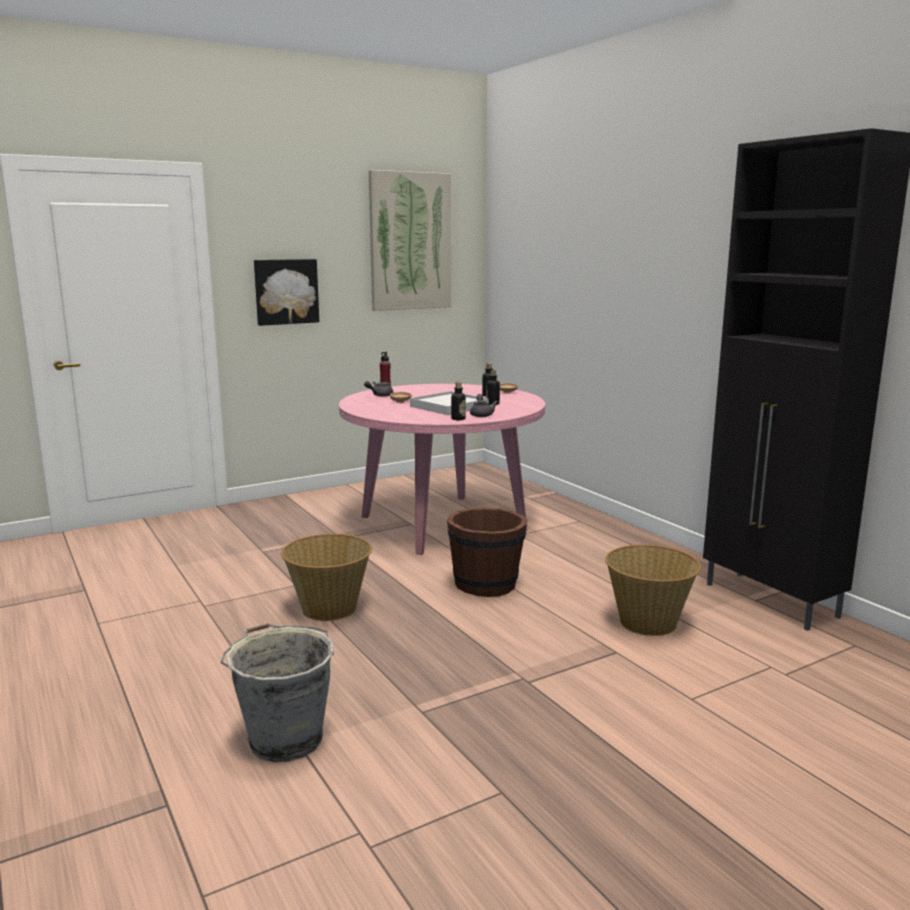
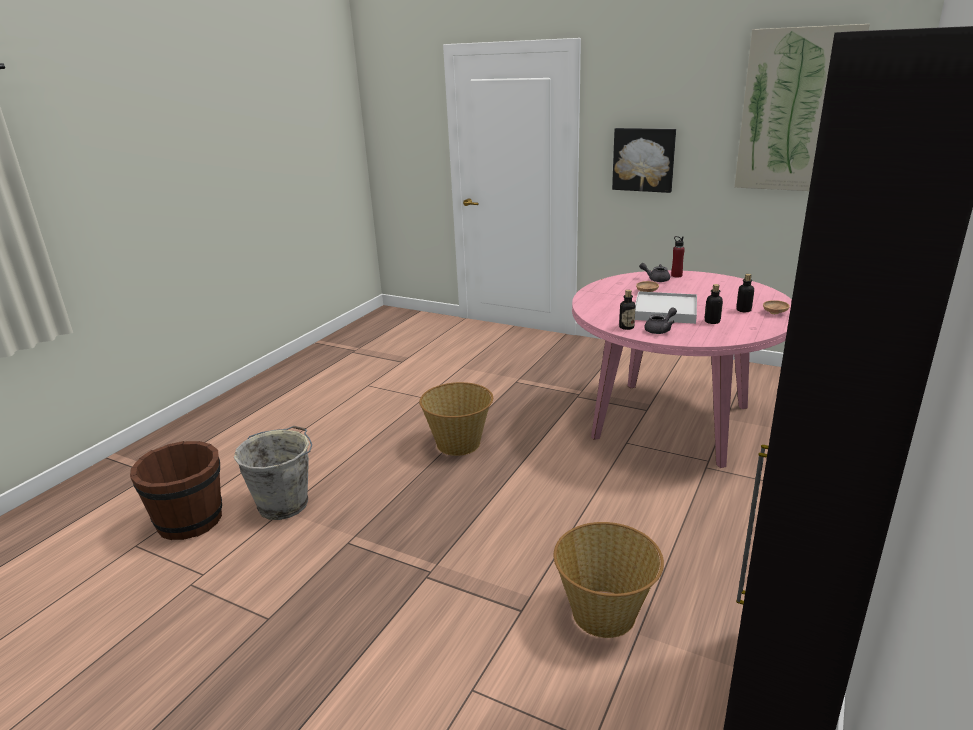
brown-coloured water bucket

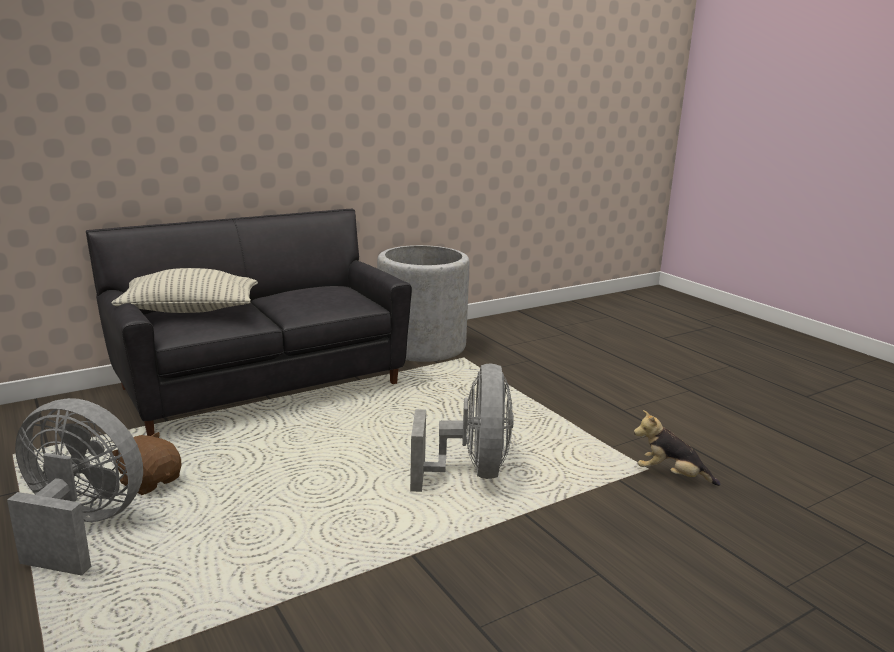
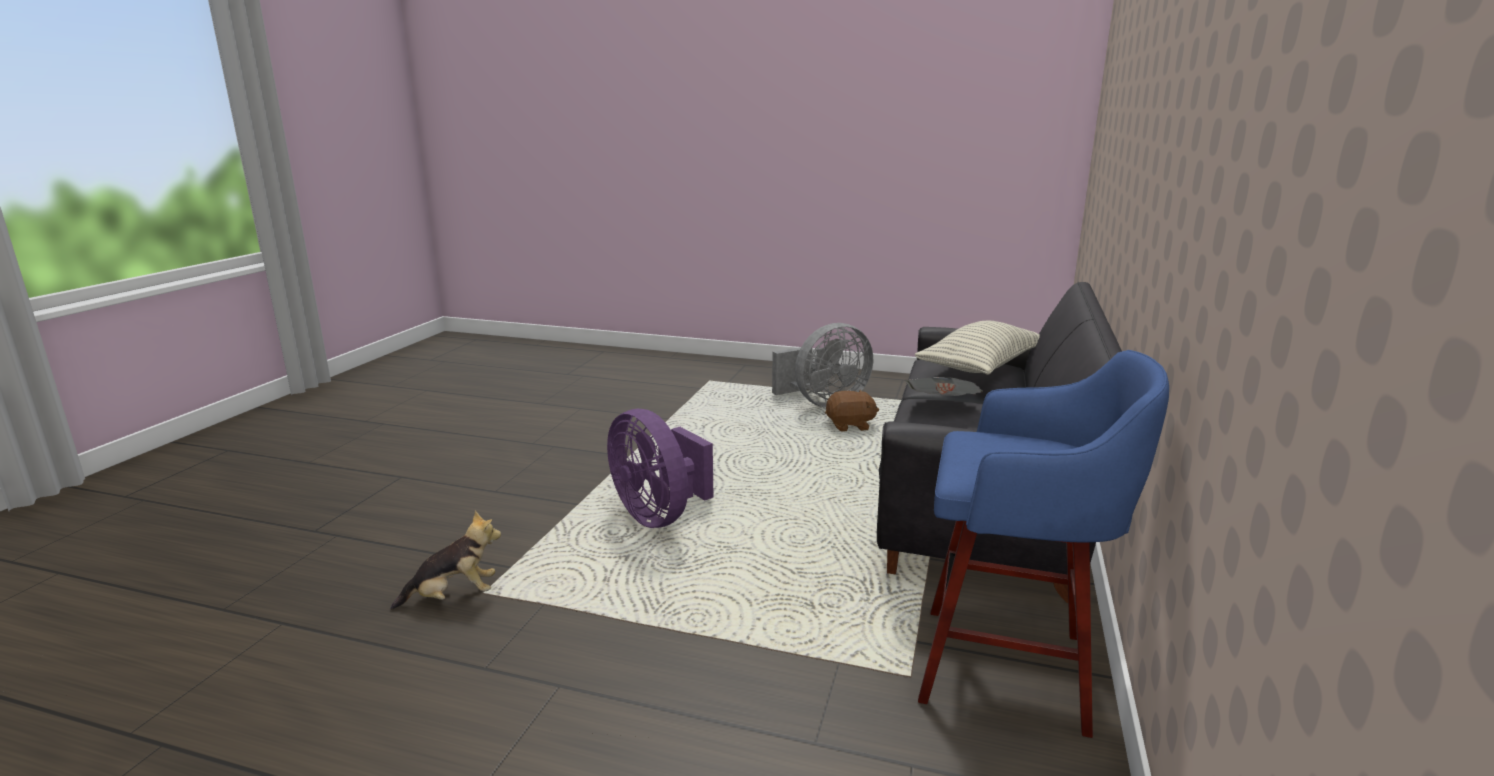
daily paper
blue stool
purplish cooling fan

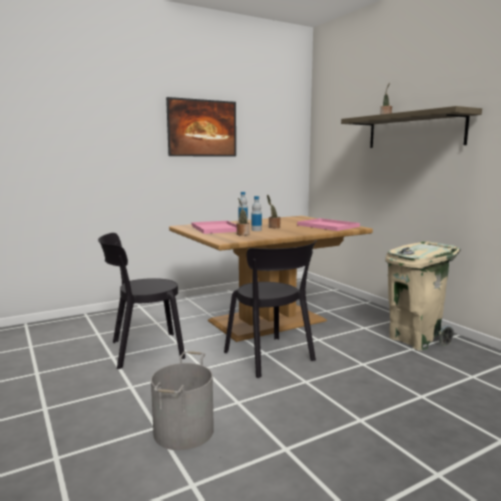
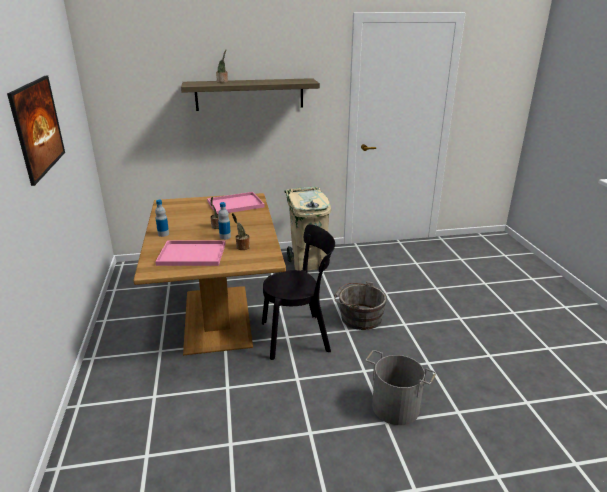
blackish chair (no. 1 from left in the first image)
greyish water bucket (no. 1 from left)

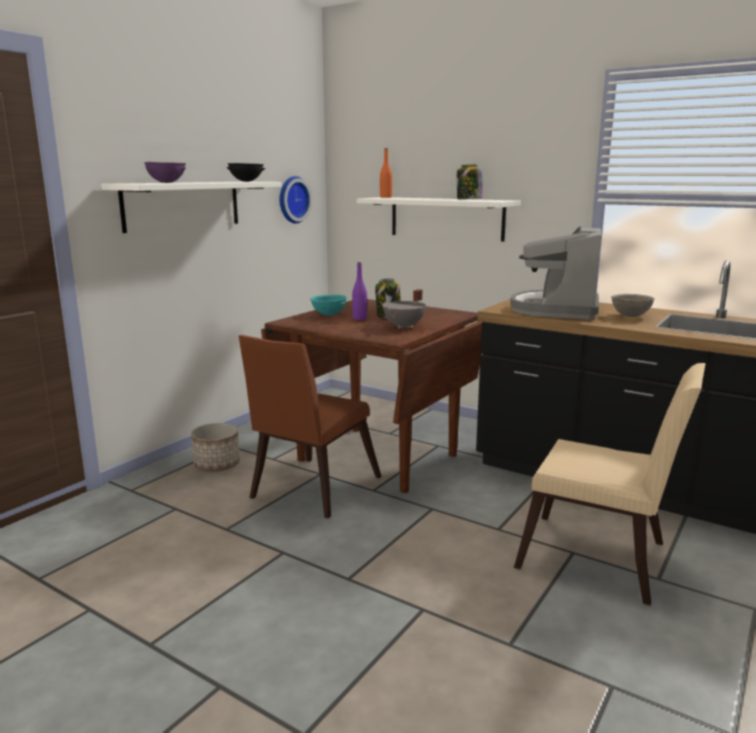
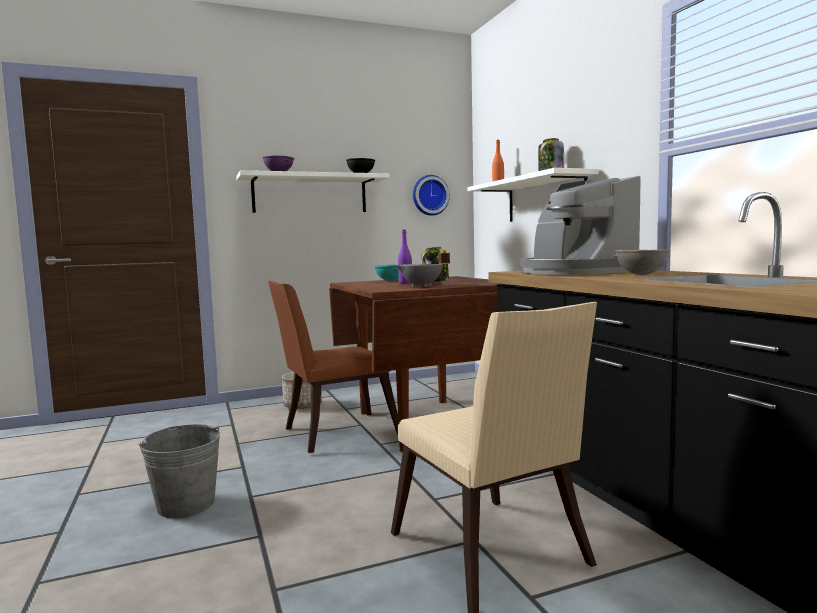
greyish water bucket
coffee brewer

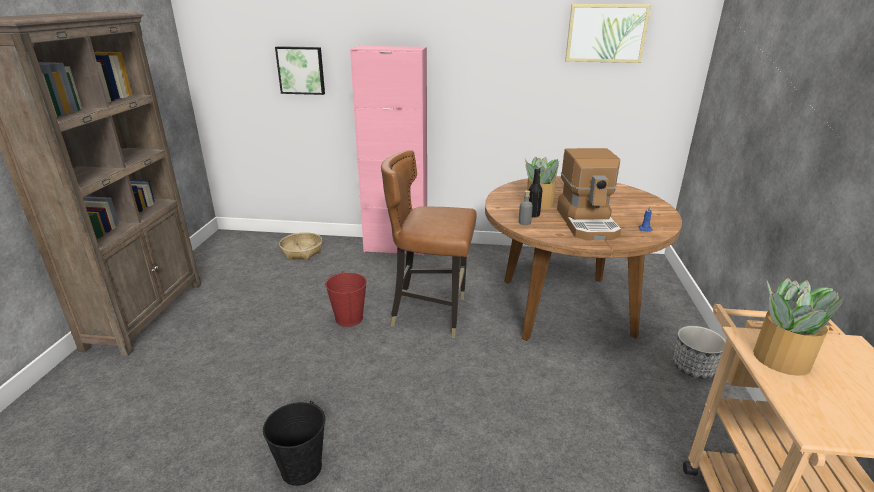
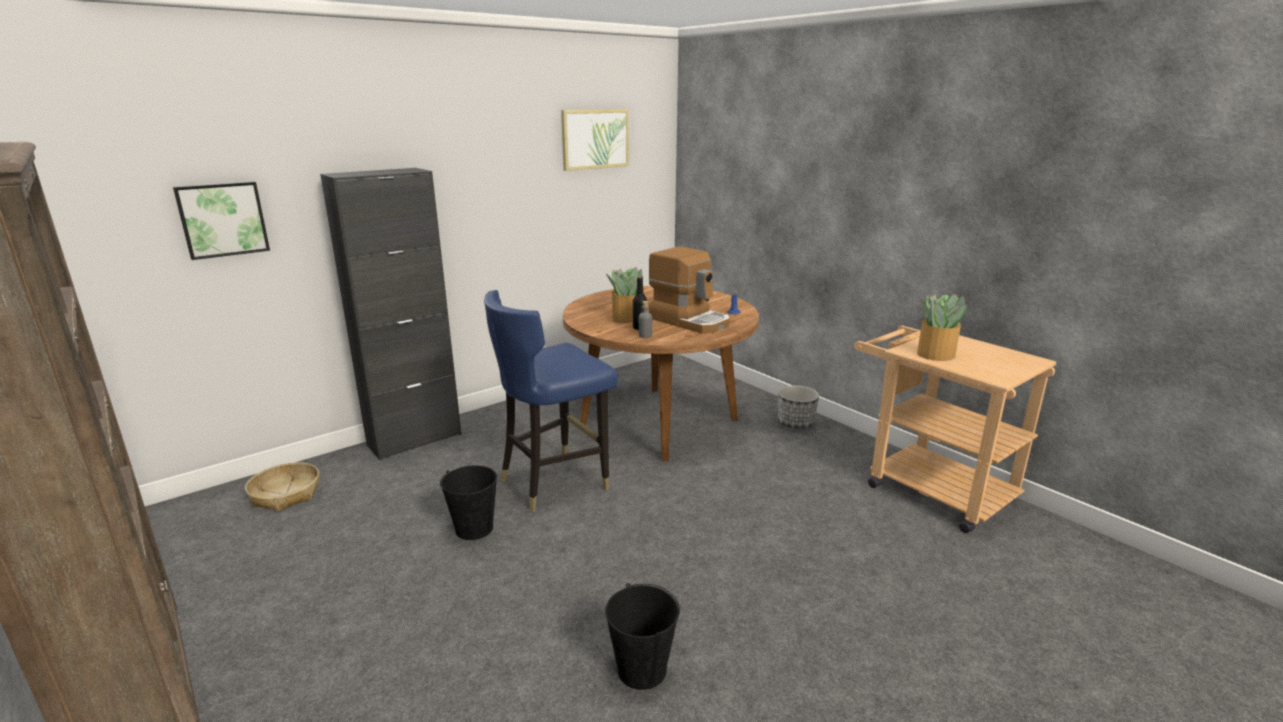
blackish water bucket (no. 1 from left)
blackish storage cabinet
blue chair

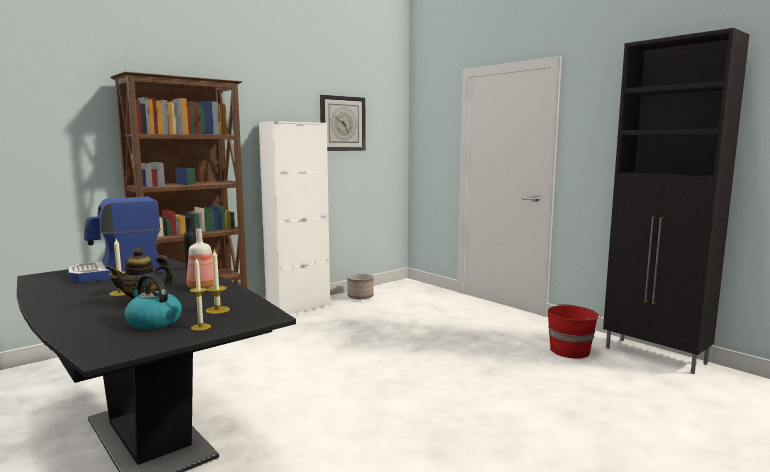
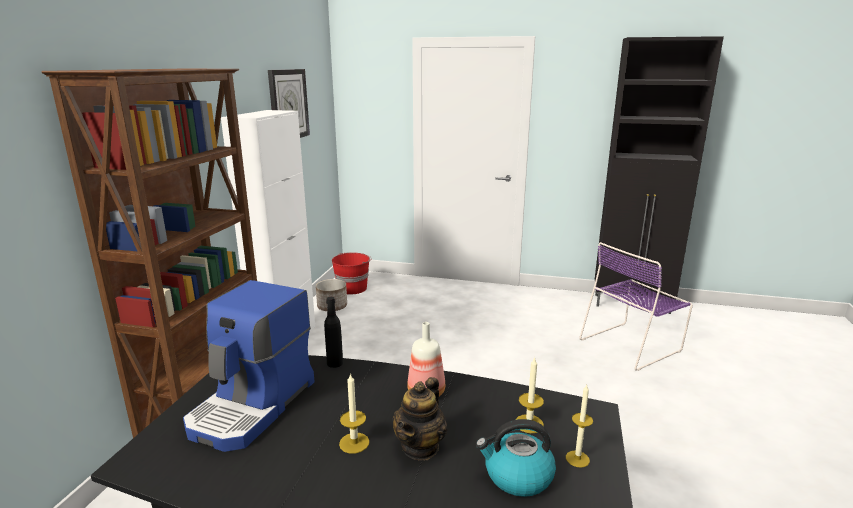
purplish chair
reddish water bucket

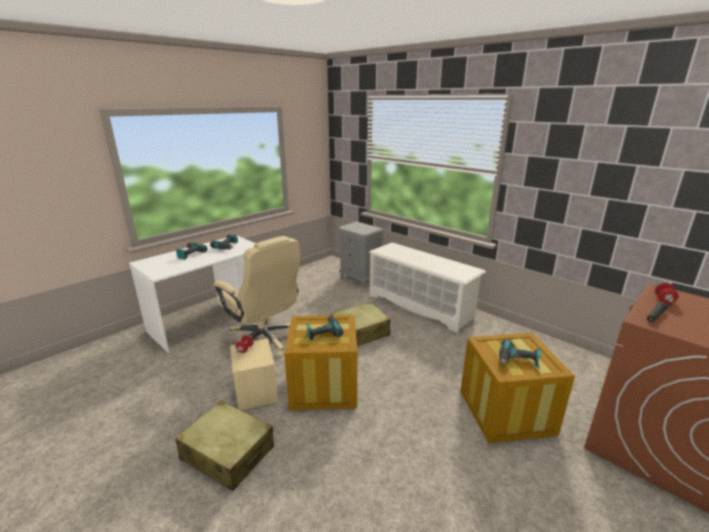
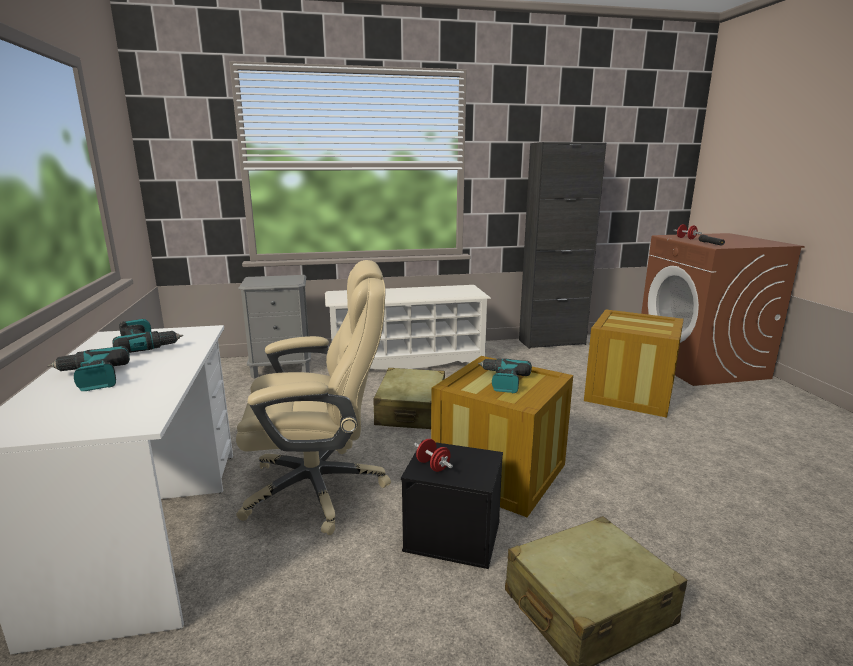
drill (no. 4 from left in the first image)
blackish storage cabinet
blackish storage box

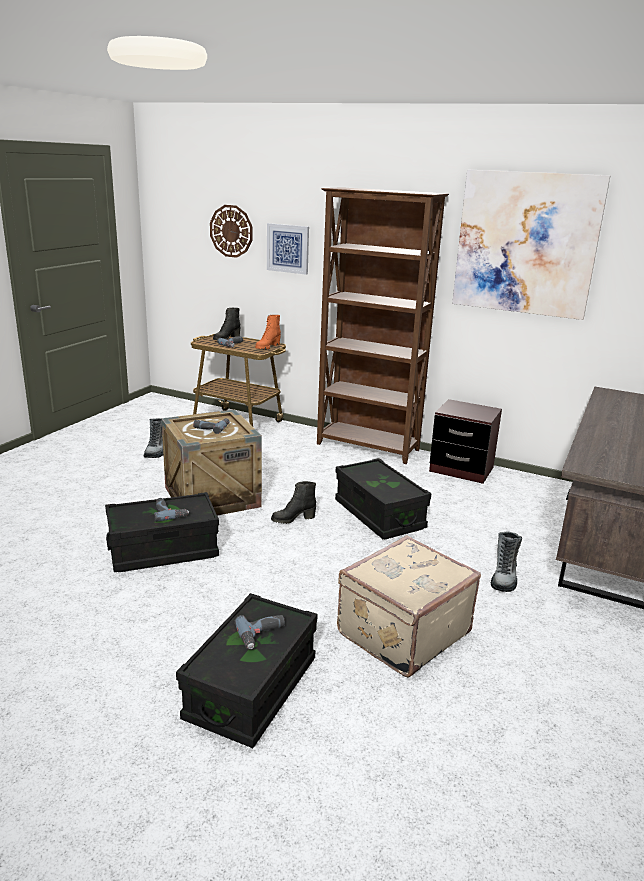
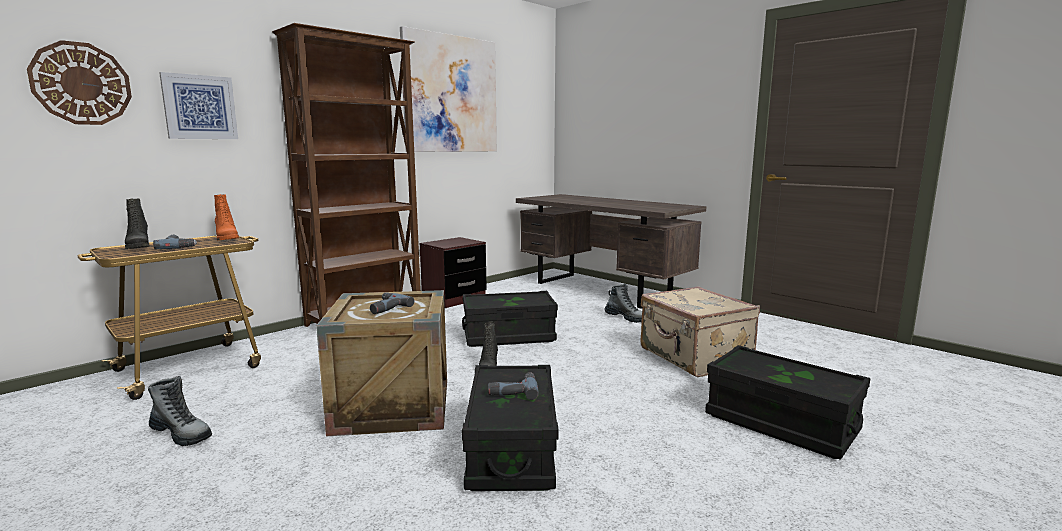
drill (no. 4 from left in the first image)

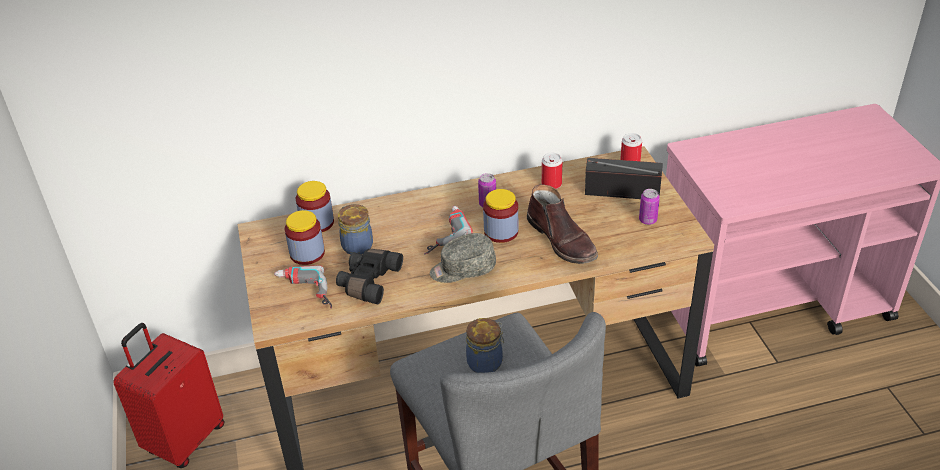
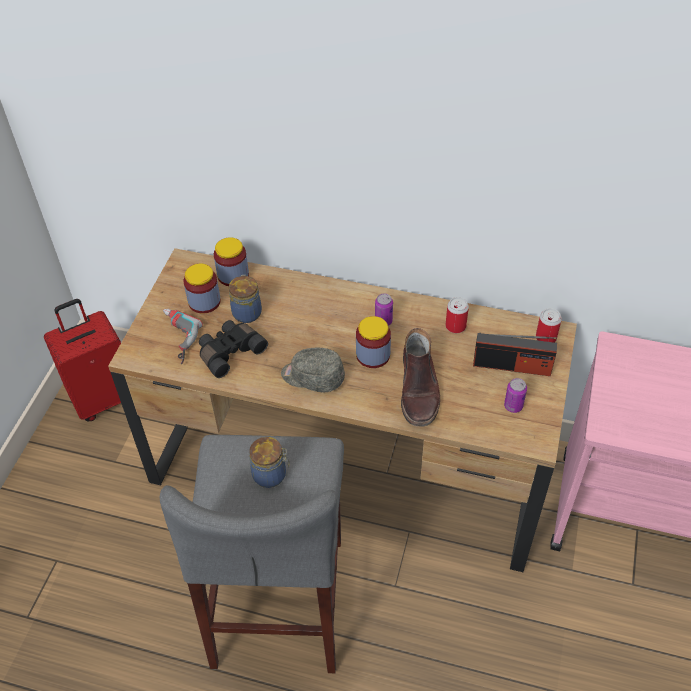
drill (no. 2 from left in the first image)
radio set

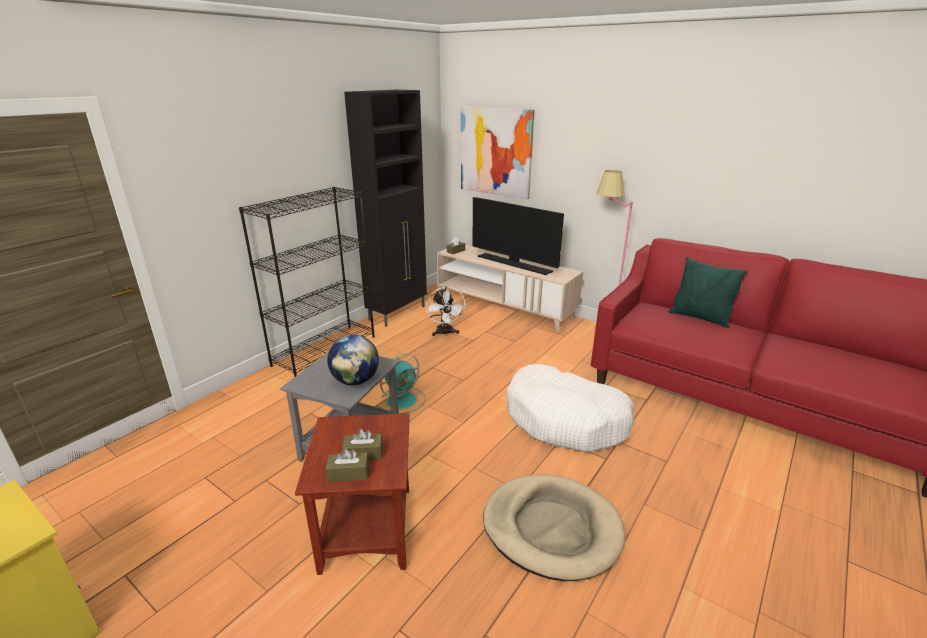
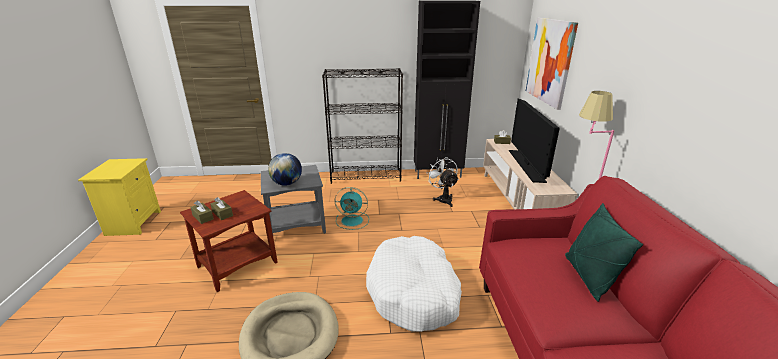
white-coloured cooling fan

